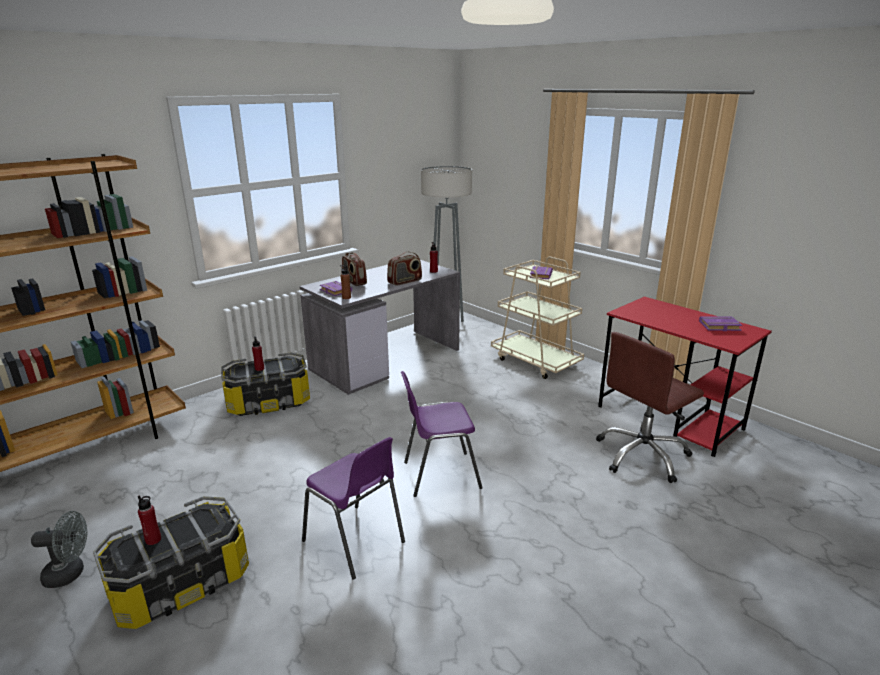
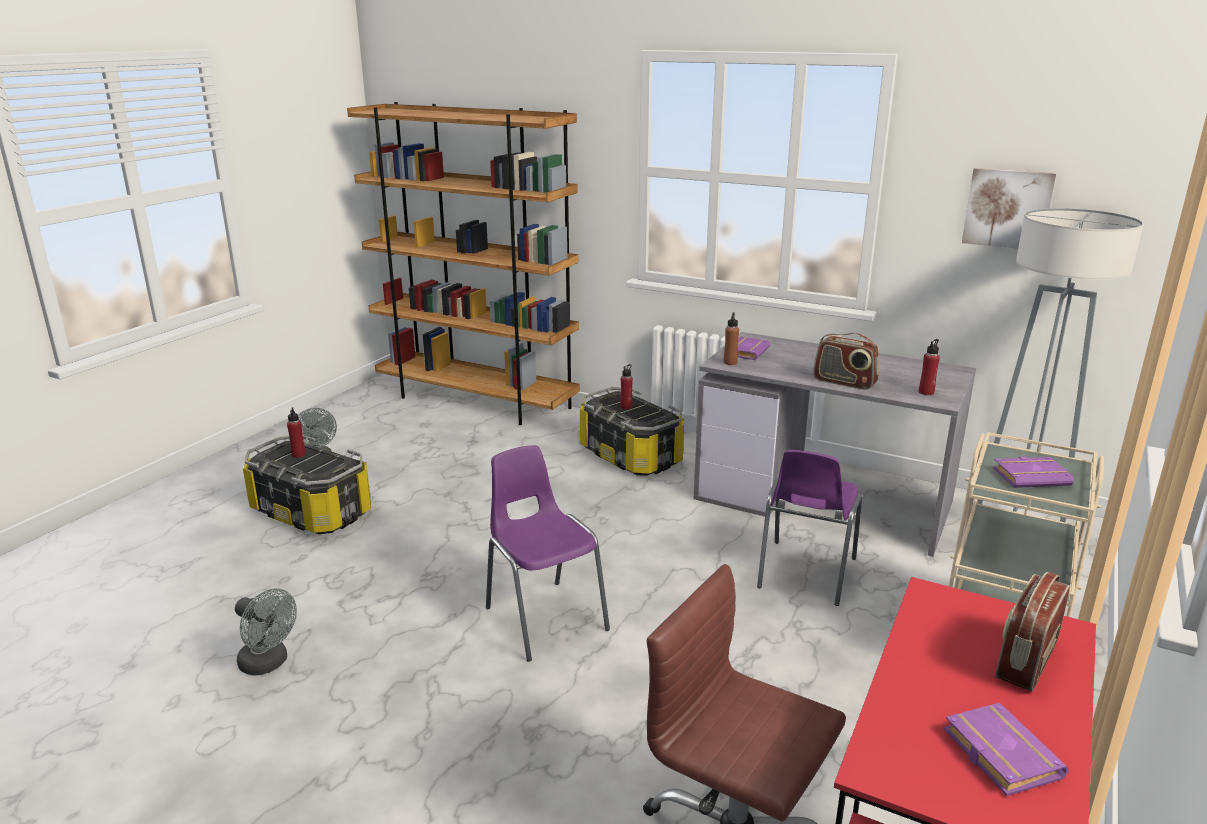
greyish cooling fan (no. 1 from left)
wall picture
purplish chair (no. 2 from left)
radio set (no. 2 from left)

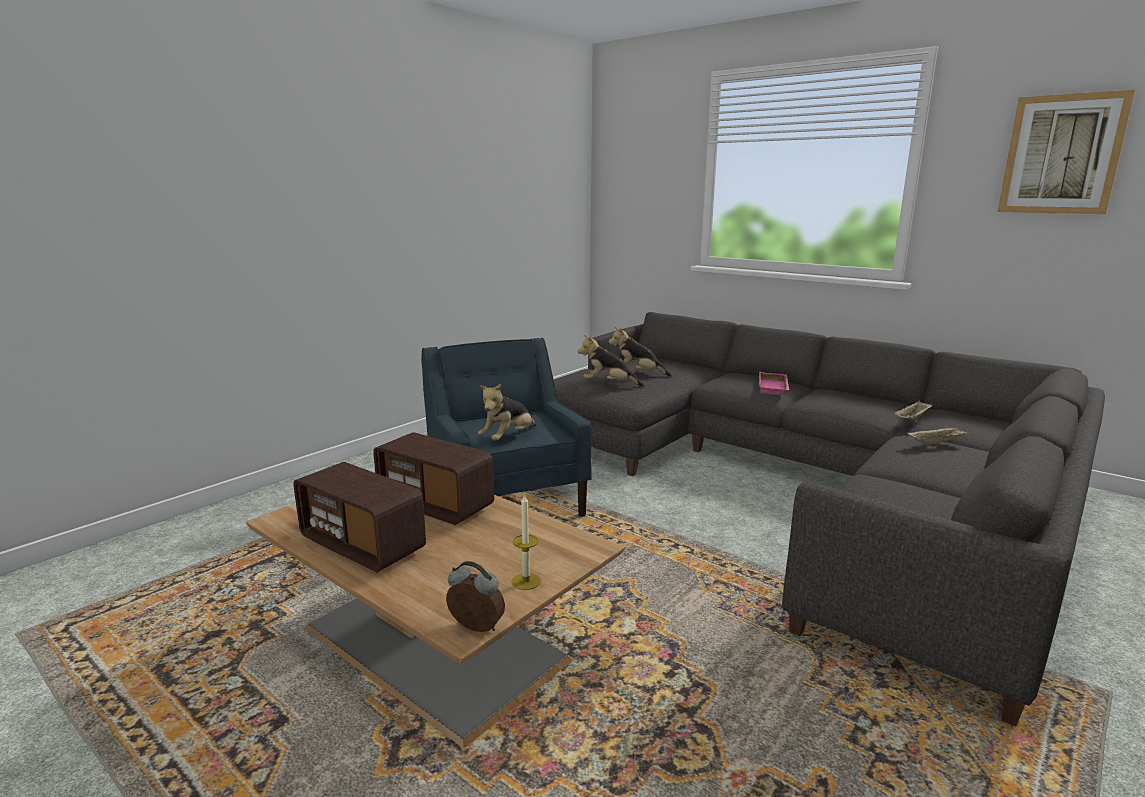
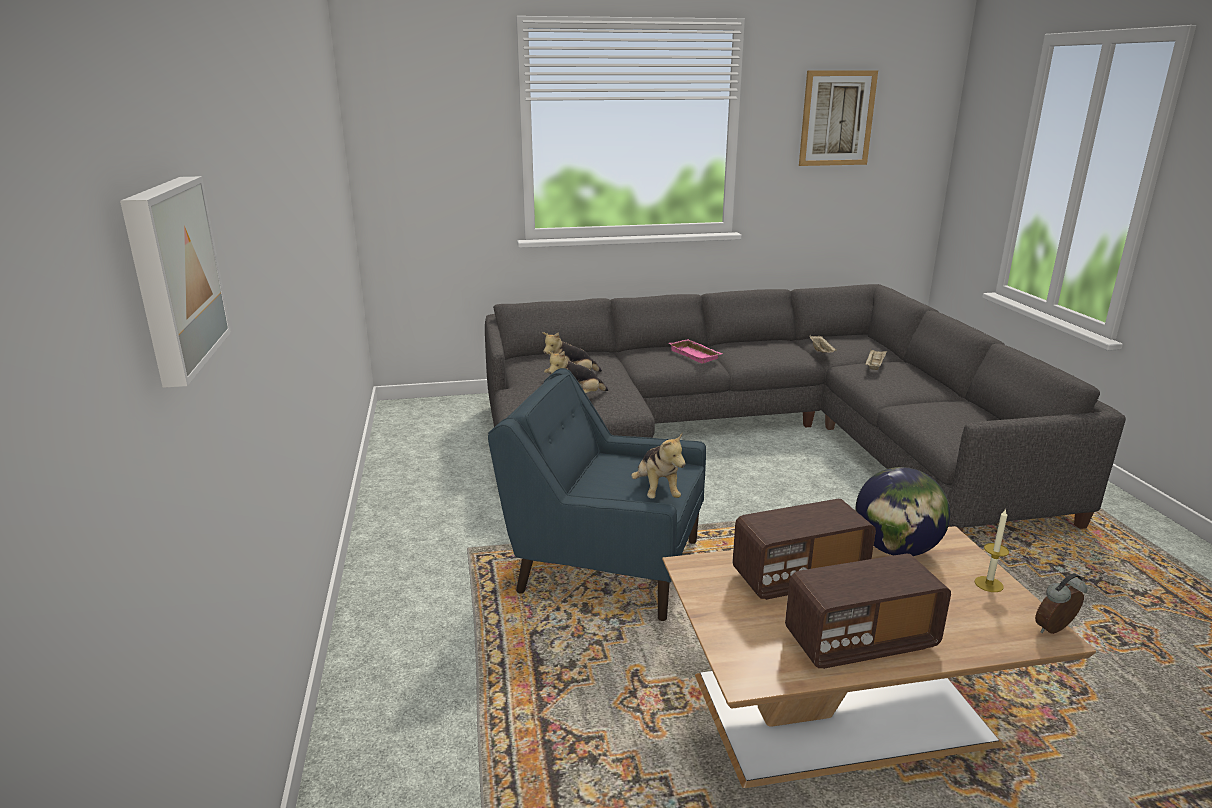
wall picture (no. 1 from left)
globe

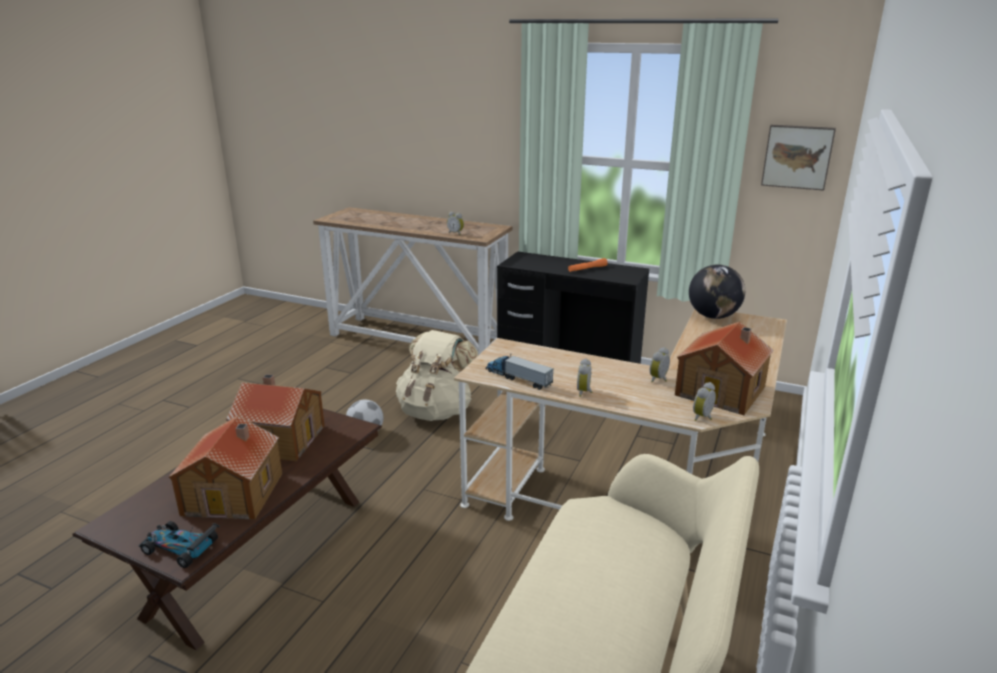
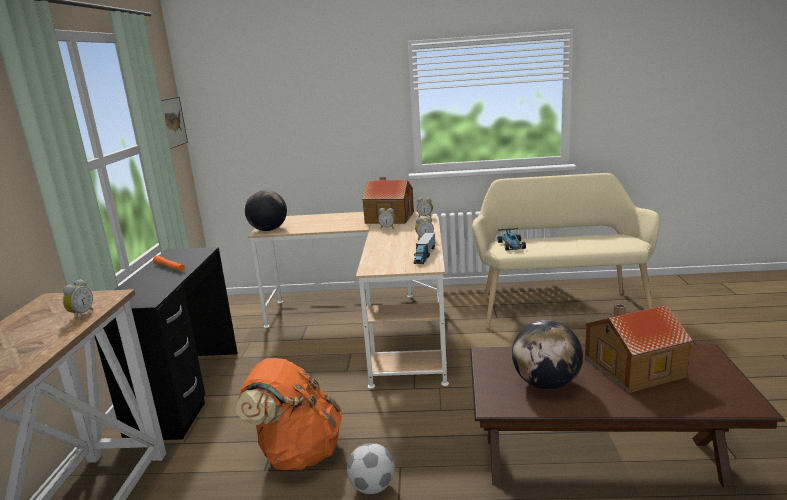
model car
globe (no. 2 from left)
orange knapsack

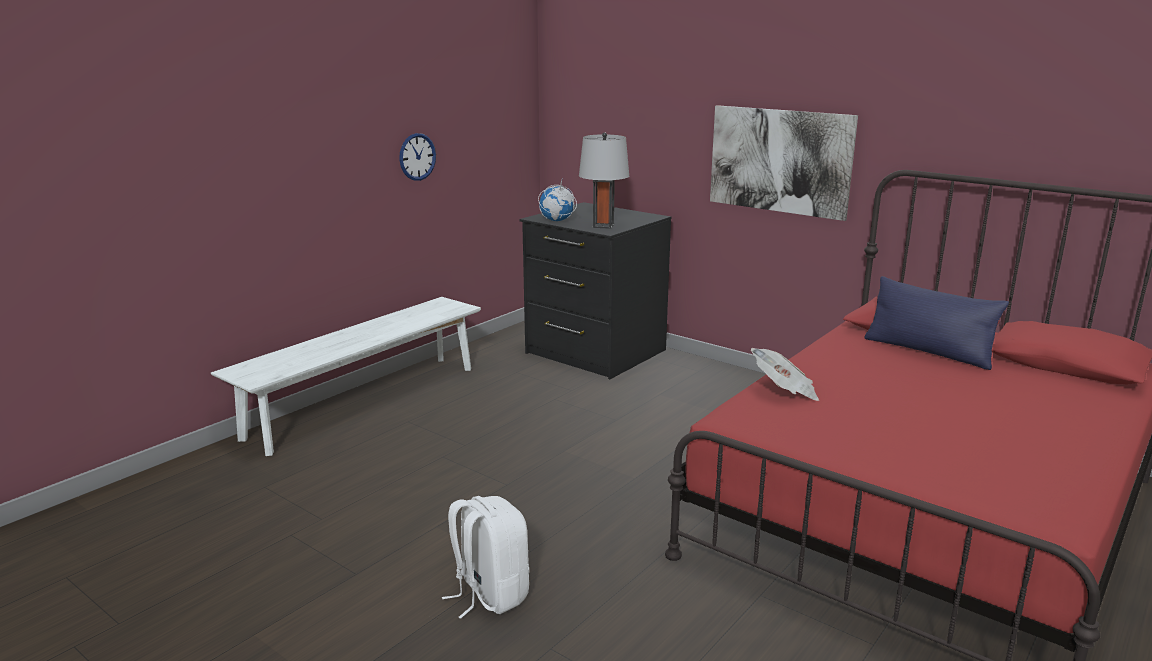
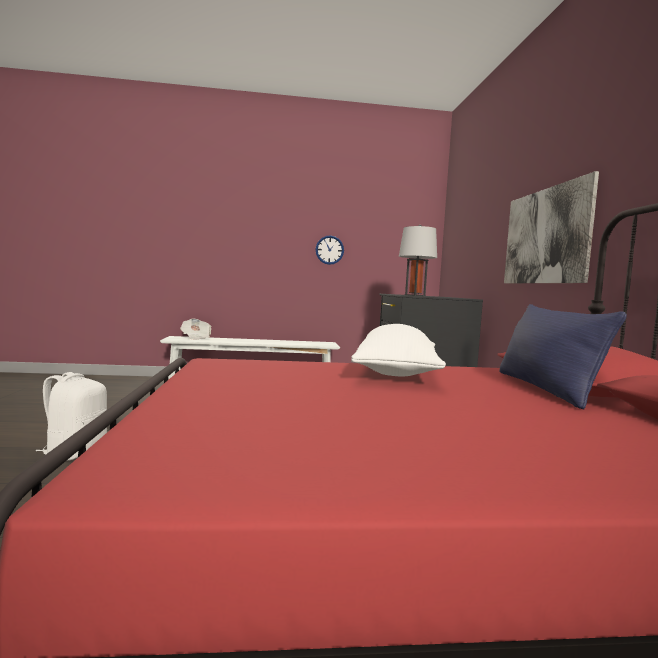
globe
white-coloured pillow
daily paper

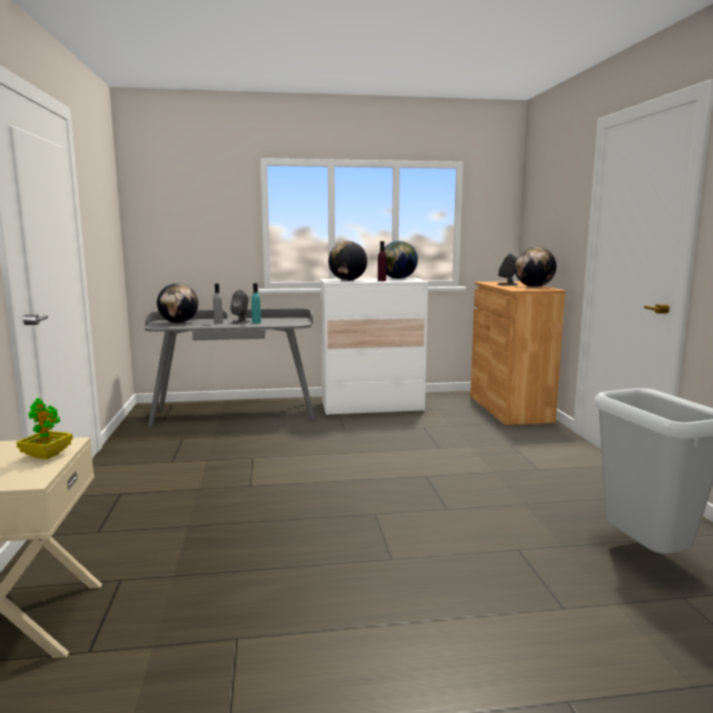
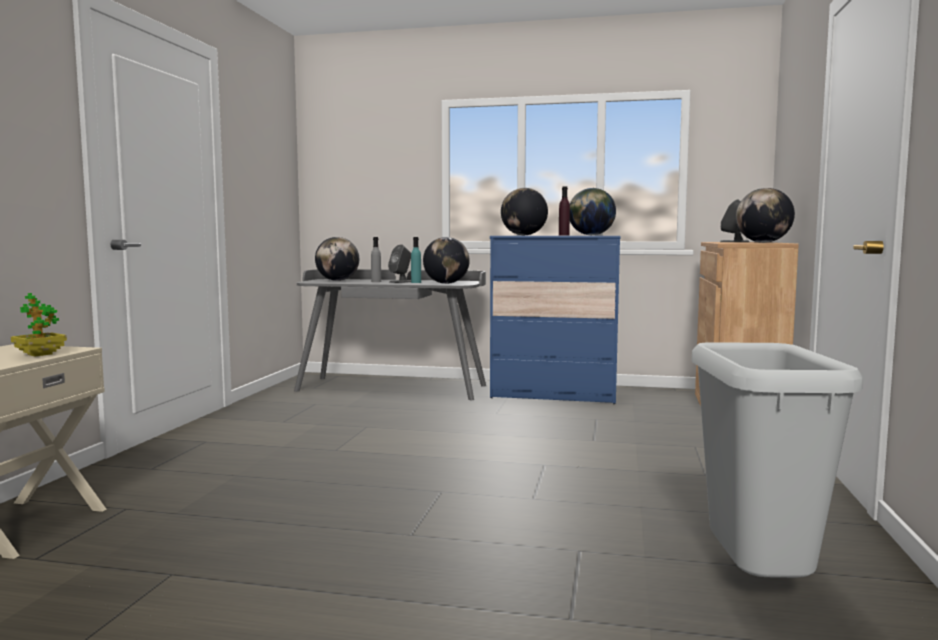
globe (no. 2 from left)
blue dresser

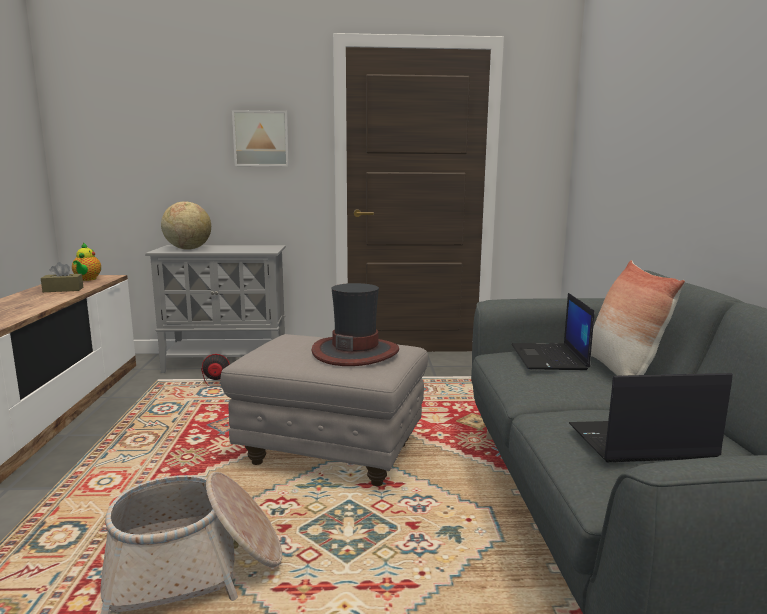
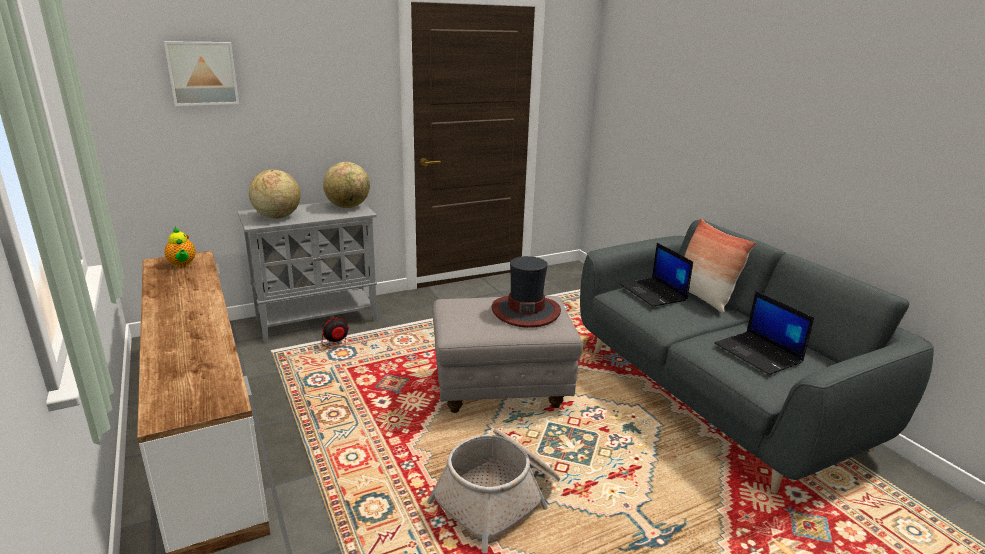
brown-coloured tissue box
globe (no. 2 from left)
wall picture
portable computer (no. 2 from left)

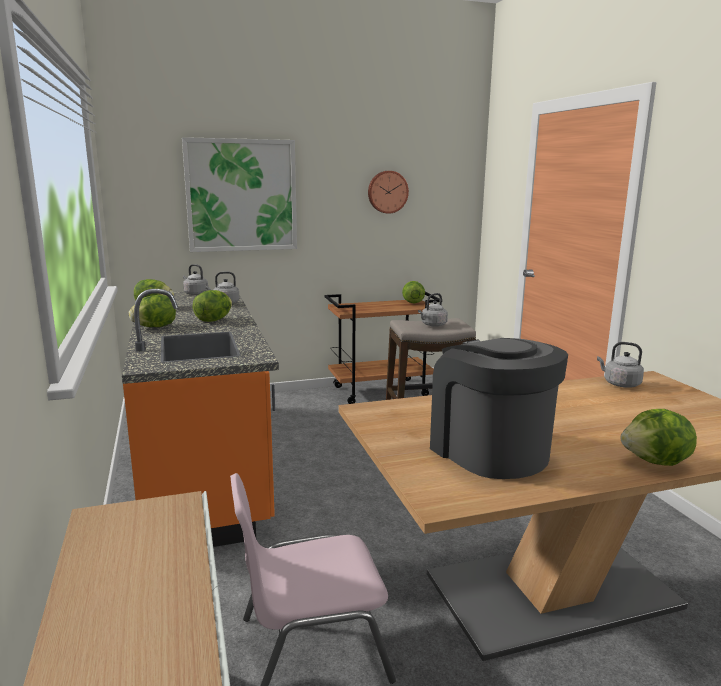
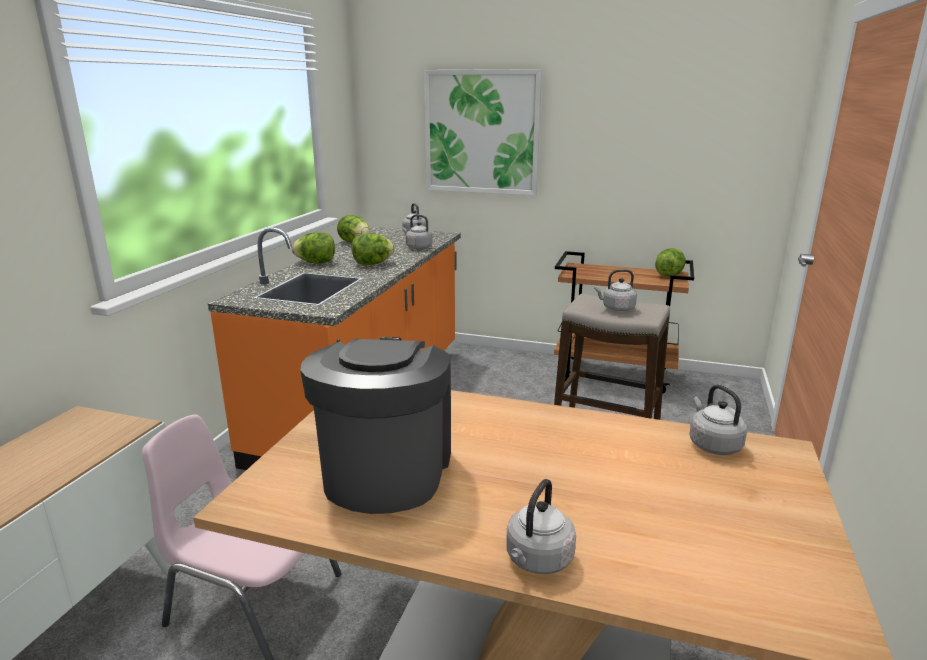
hanging clock
greyish kettle (no. 3 from left)

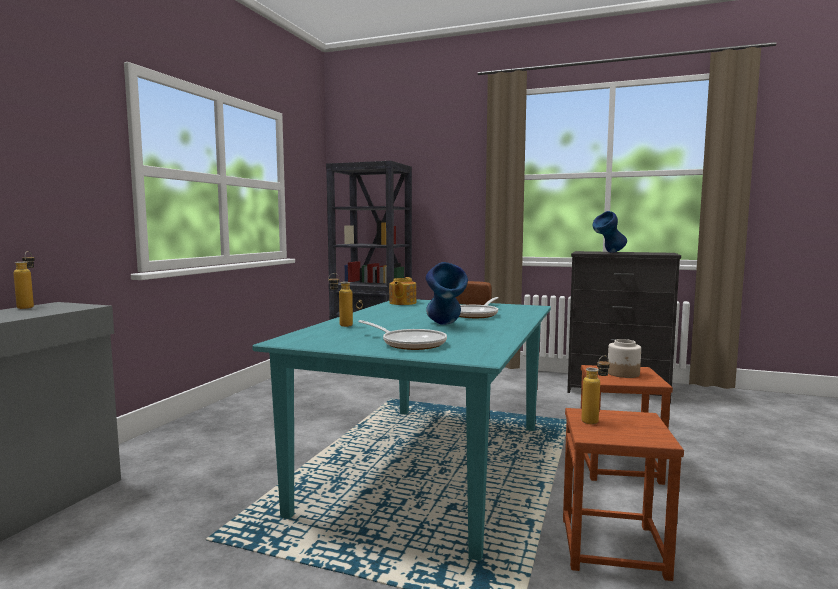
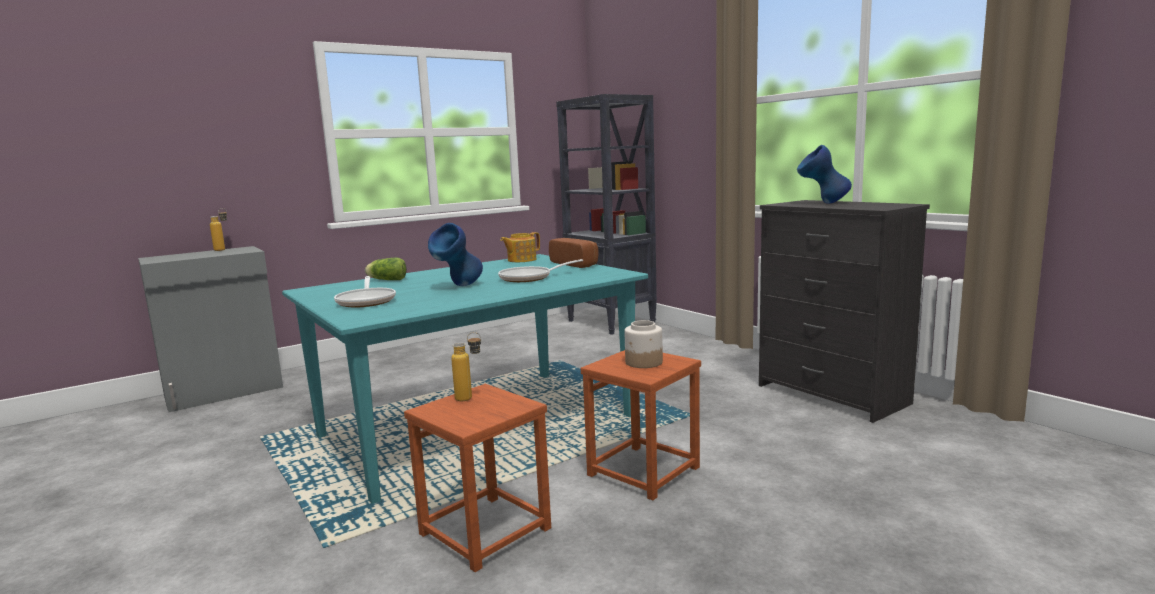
lettuce head

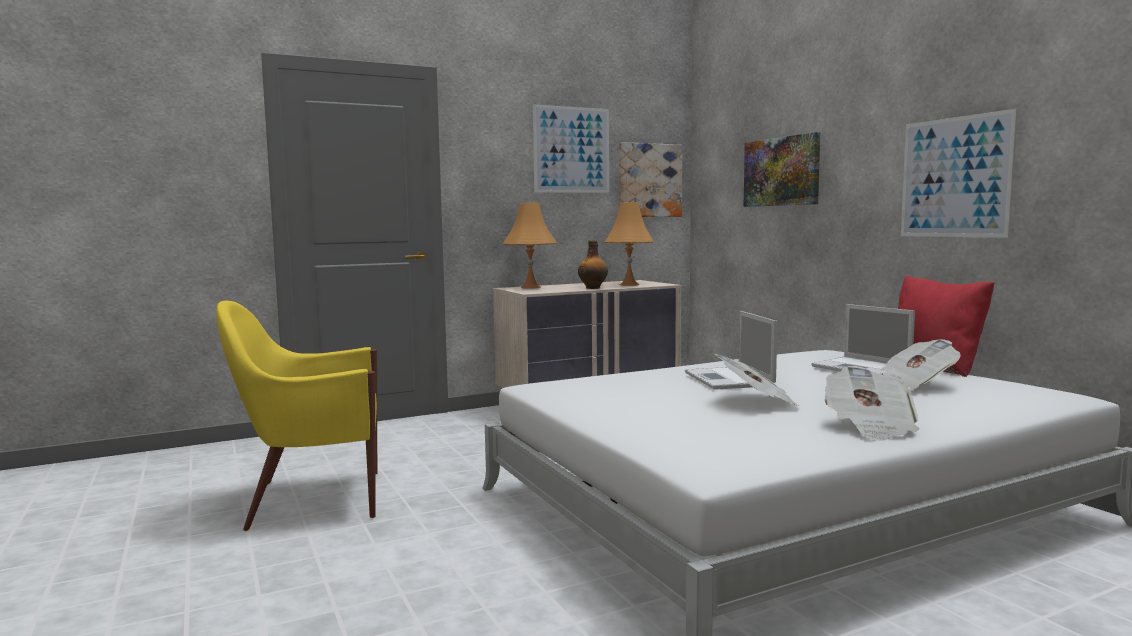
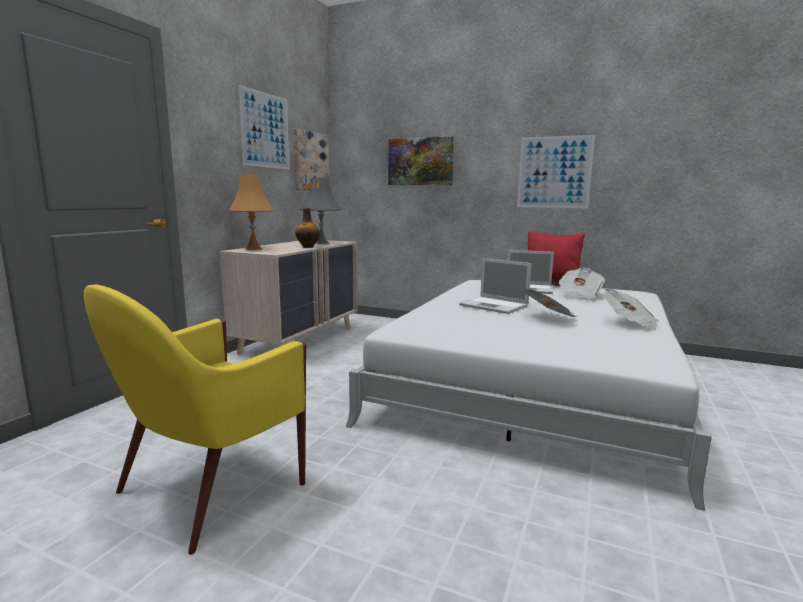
greyish tabletop lamp

